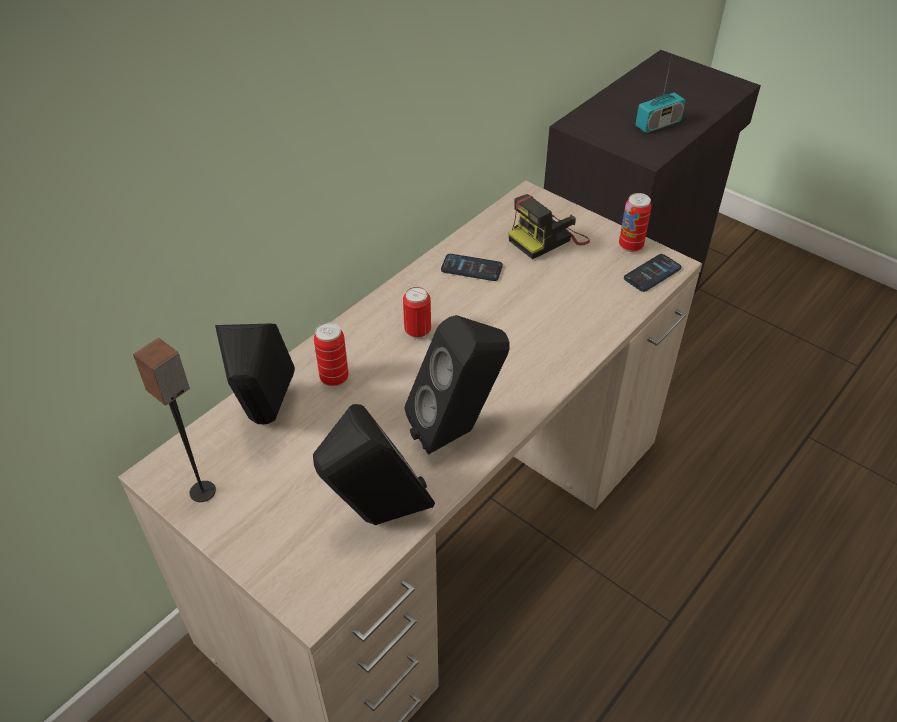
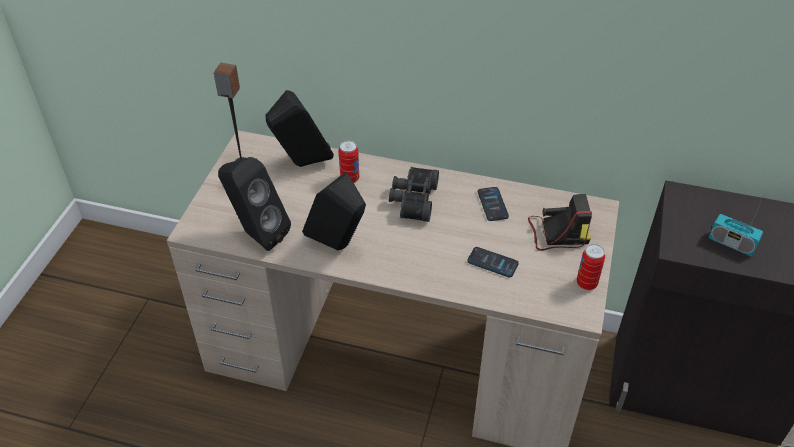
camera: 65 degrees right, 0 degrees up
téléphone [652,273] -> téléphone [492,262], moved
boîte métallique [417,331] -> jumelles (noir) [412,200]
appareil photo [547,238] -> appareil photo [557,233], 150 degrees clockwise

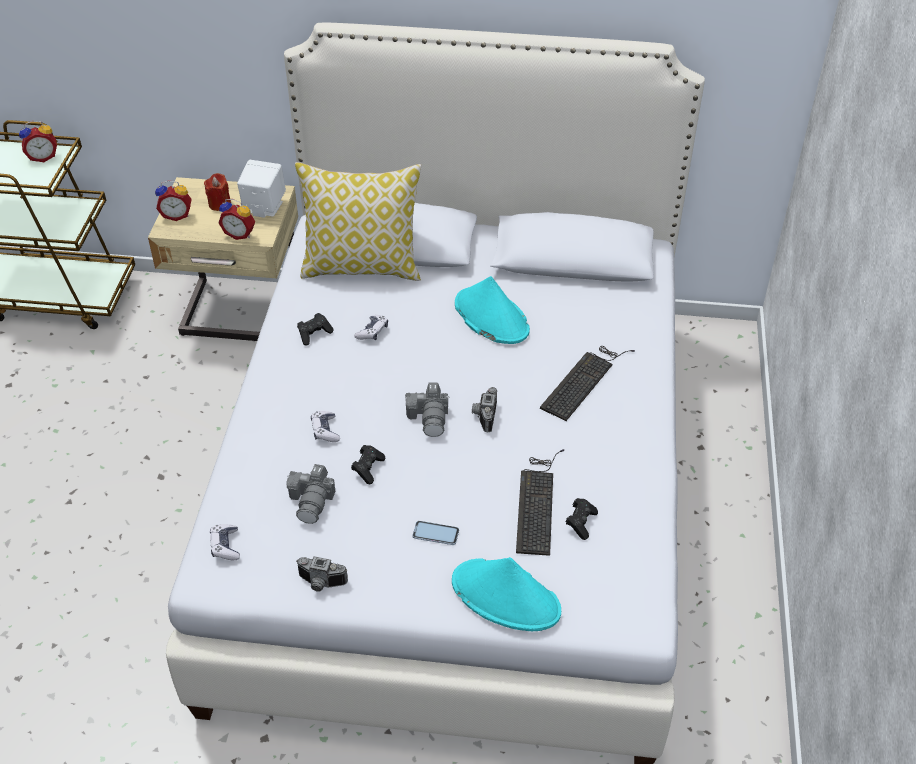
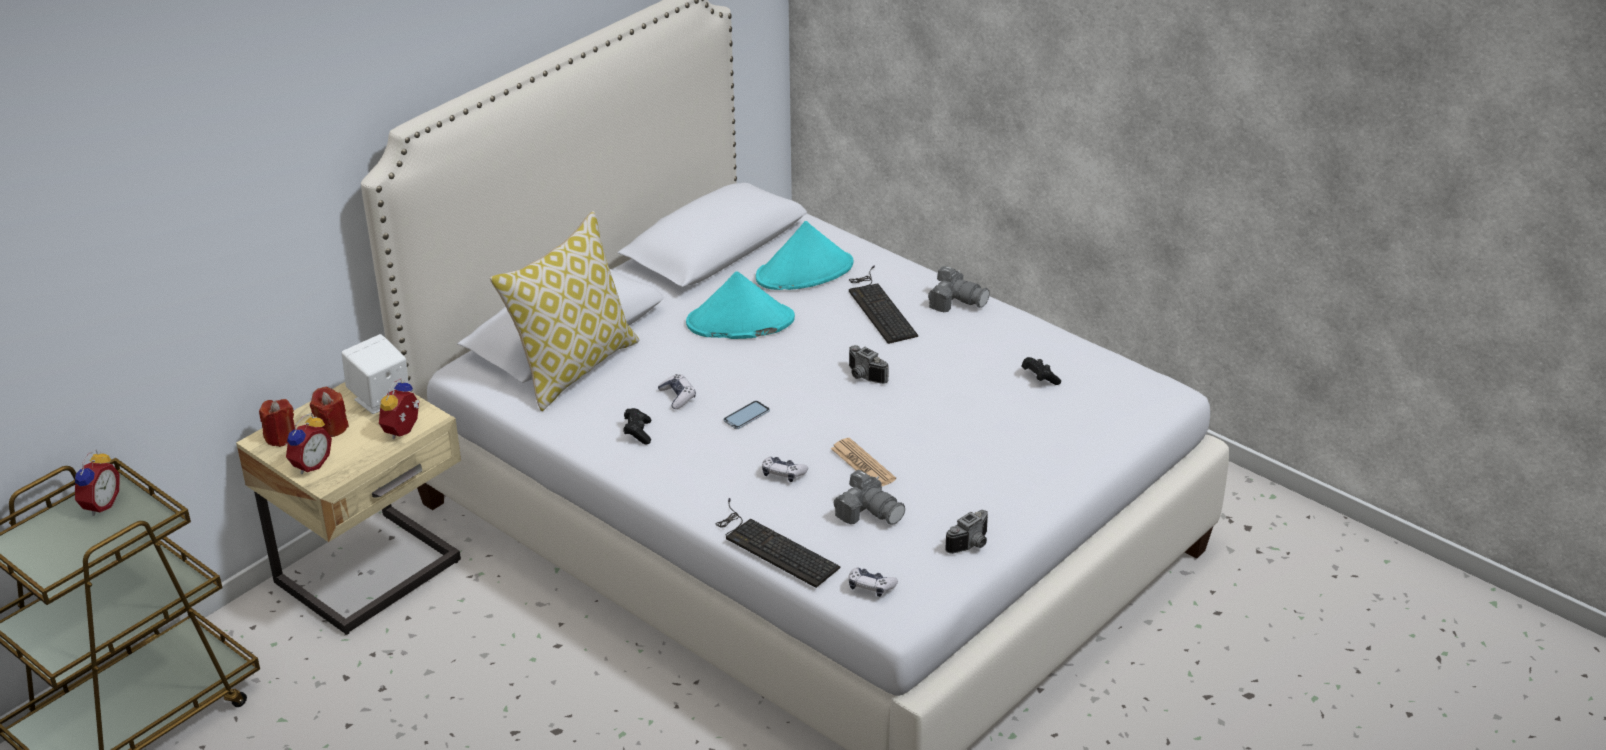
camera: 55 degrees left, 10 degrees down
none -> bougie (rouge) [280,437]
appareil photo [430,417] -> appareil photo [956,301], moved
téléphone [435,533] -> téléphone [746,416], moved
chapeau (turquoise) [506,596] -> chapeau (turquoise) [805,271], moved
clavier [537,502] -> clavier [772,546], moved
manette (noir) [368,468] -> journal [863,464]
réveil [240,234] -> réveil [404,431], 150 degrees clockwise

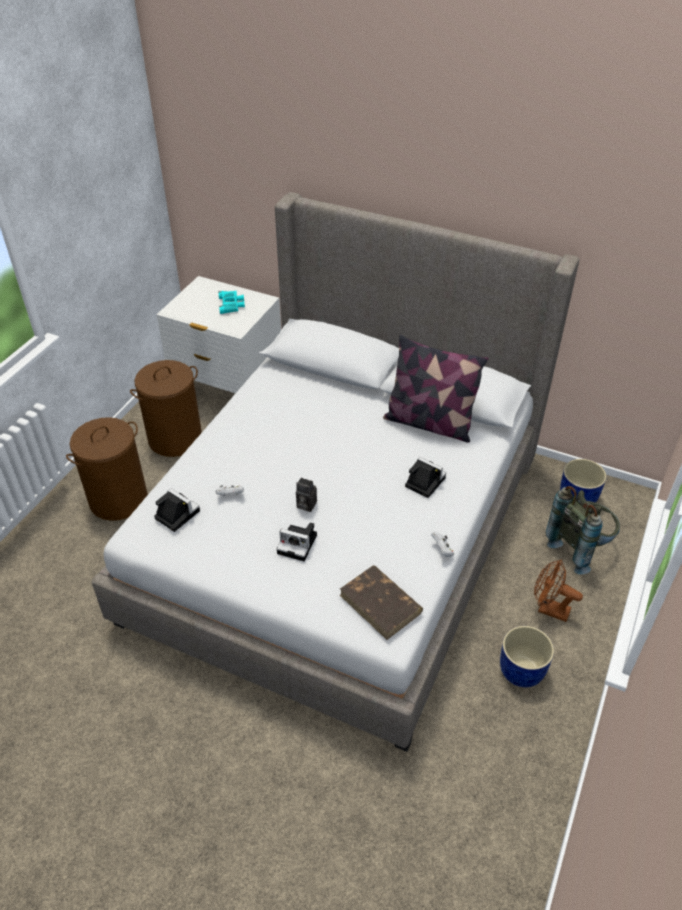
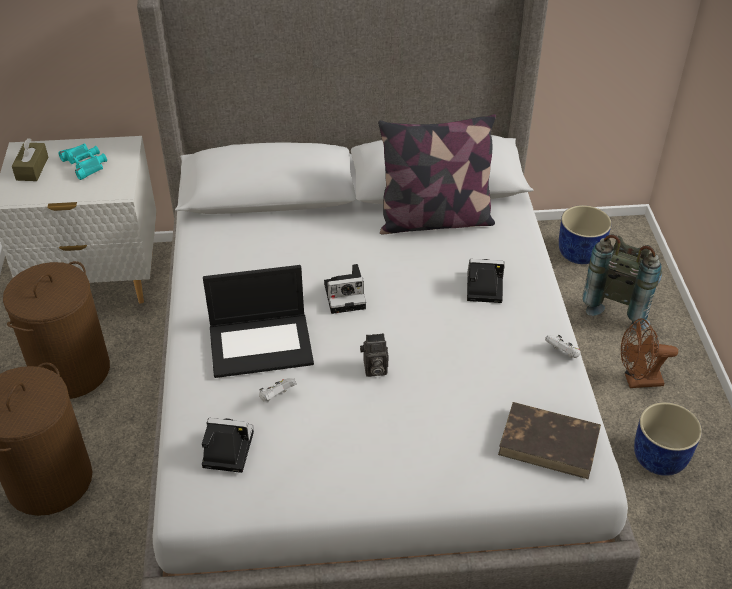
camera: 30 degrees left, 0 degrees up
none -> boîte à mouchoirs (marron) [32,168]
none -> ordinateur portable [262,344]
appareil photo [299,544] -> appareil photo [346,295], moved

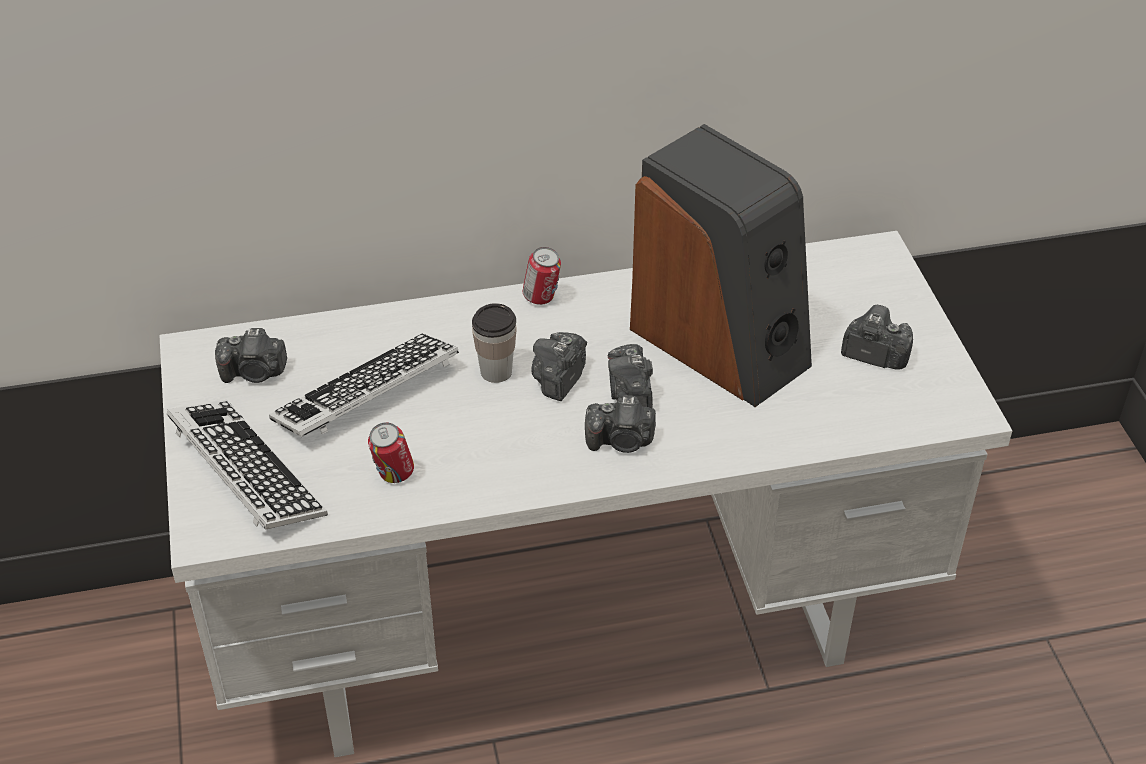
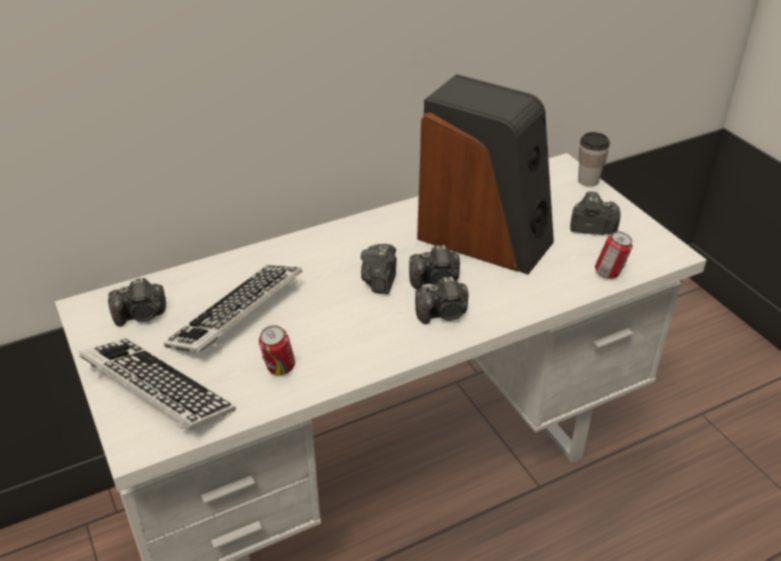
camera: 15 degrees left, 5 degrees down
tasse [496,371] -> tasse [588,181], moved
boîte métallique [541,299] -> boîte métallique [609,274], moved
appareil photo [630,394] -> appareil photo [436,281], 75 degrees counterclockwise

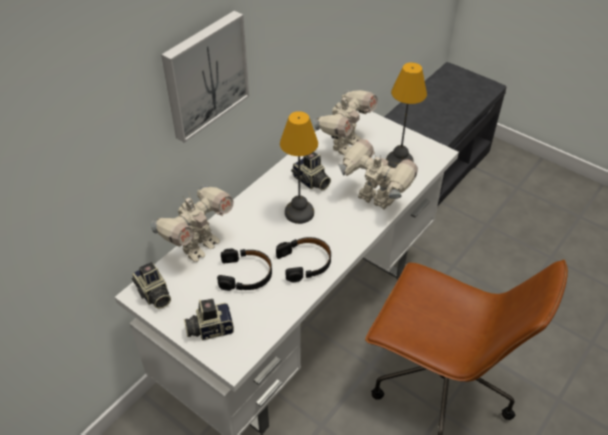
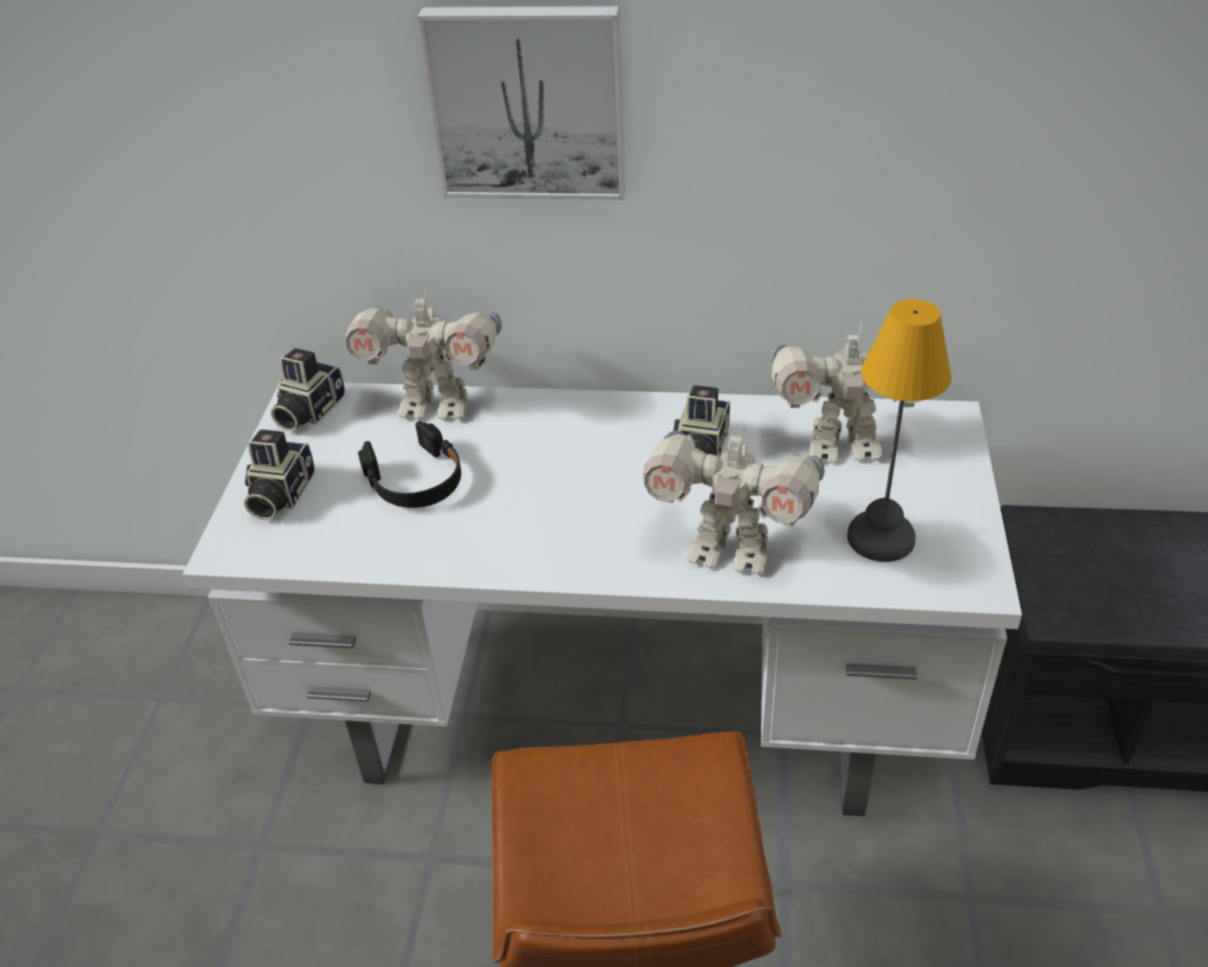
camera: 60 degrees right, 5 degrees down
casque audio (noir) [305,262] -> none
lampe de table [298,213] -> none
appareil photo [209,328] -> appareil photo [279,495], 120 degrees counterclockwise
robot jouet [374,201] -> robot jouet [730,551], 105 degrees clockwise

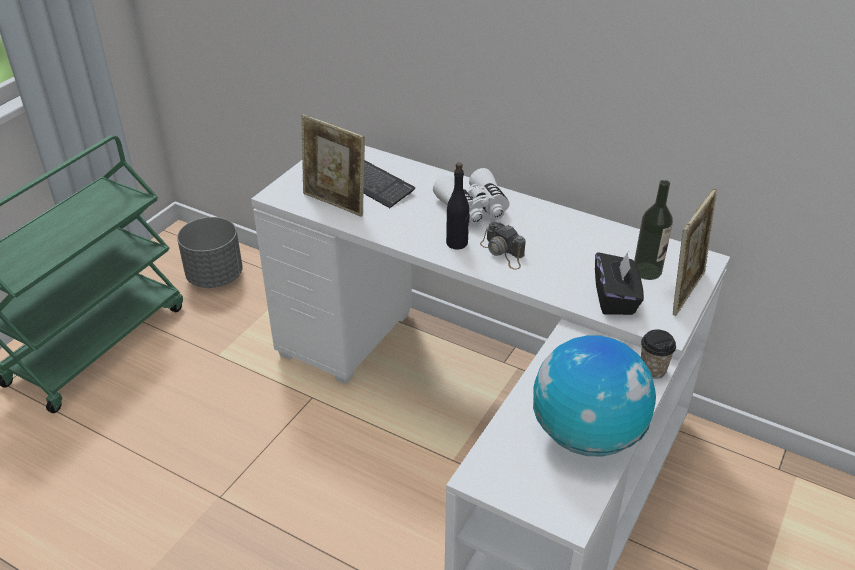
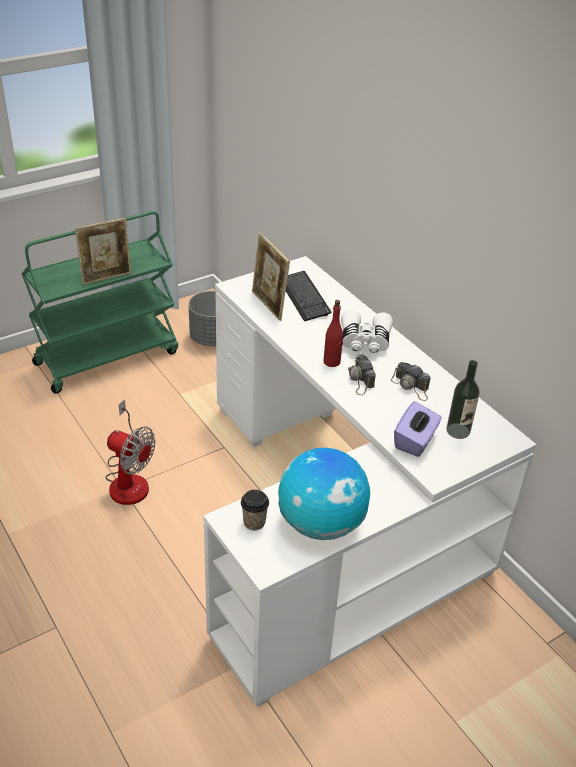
camera: 25 degrees right, 0 degrees up
none -> ventilateur [129,479]
none -> appareil photo [411,387]
tasse [652,370] -> tasse [254,522], moved
cadre photo [685,291] -> cadre photo [106,277], moved
bouteille (noir) [457,243] -> bouteille (rouge) [332,362]
boîte à mouchoirs (noir) [615,298] -> boîte à mouchoirs (violet) [415,441]

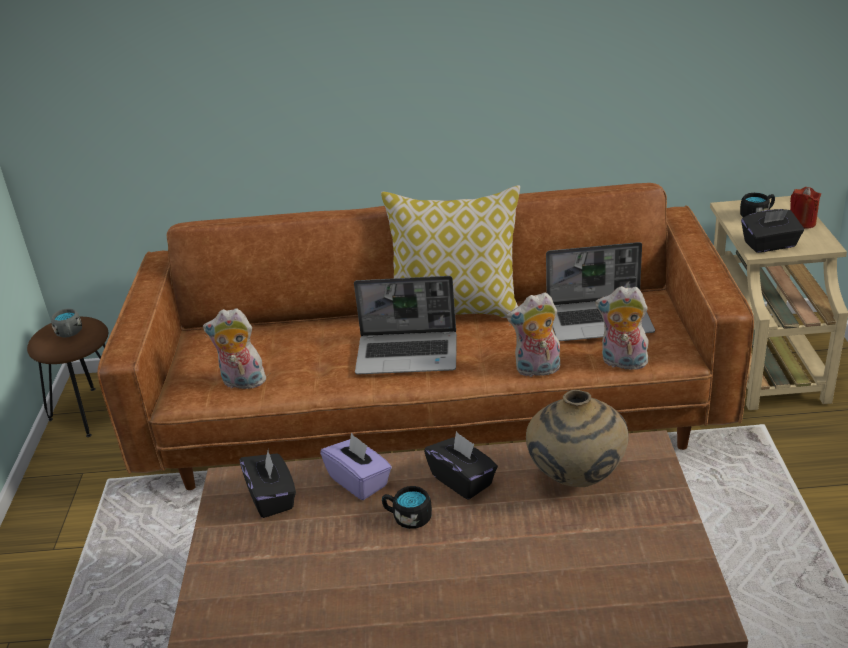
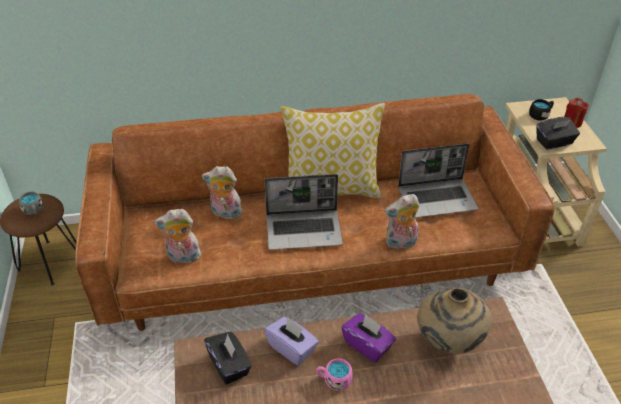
camera: 10 degrees left, 10 degrees up
peluche [622,363] -> peluche [225,213], moved
mug (noir) [407,517] -> mug (rose) [334,379]
boîte à mouchoirs (noir) [462,480] -> boîte à mouchoirs (violet) [367,345]

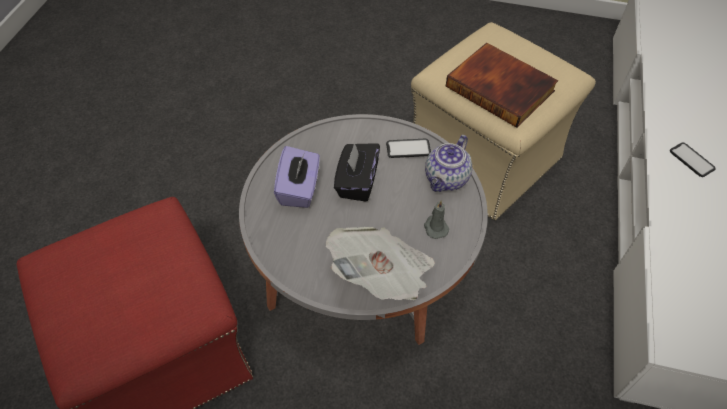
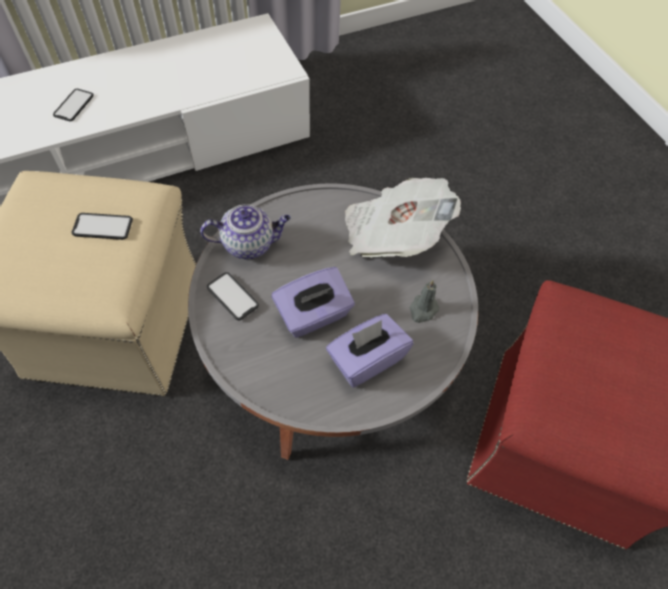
camera: 130 degrees left, 5 degrees up
bougie (gris) [435,227] -> bougie (gris) [423,310], moved
livre [501,88] -> téléphone [102,227]
boîte à mouchoirs (noir) [356,182] -> boîte à mouchoirs (violet) [313,315]

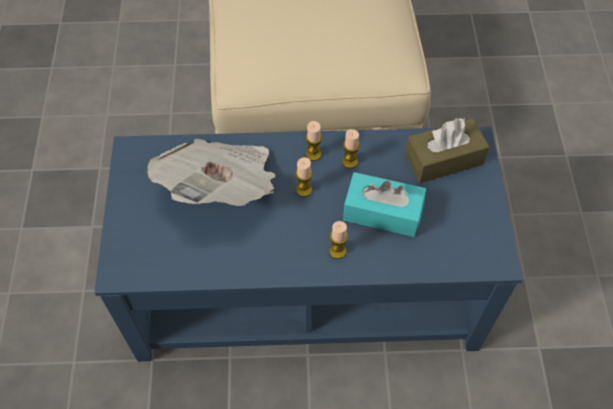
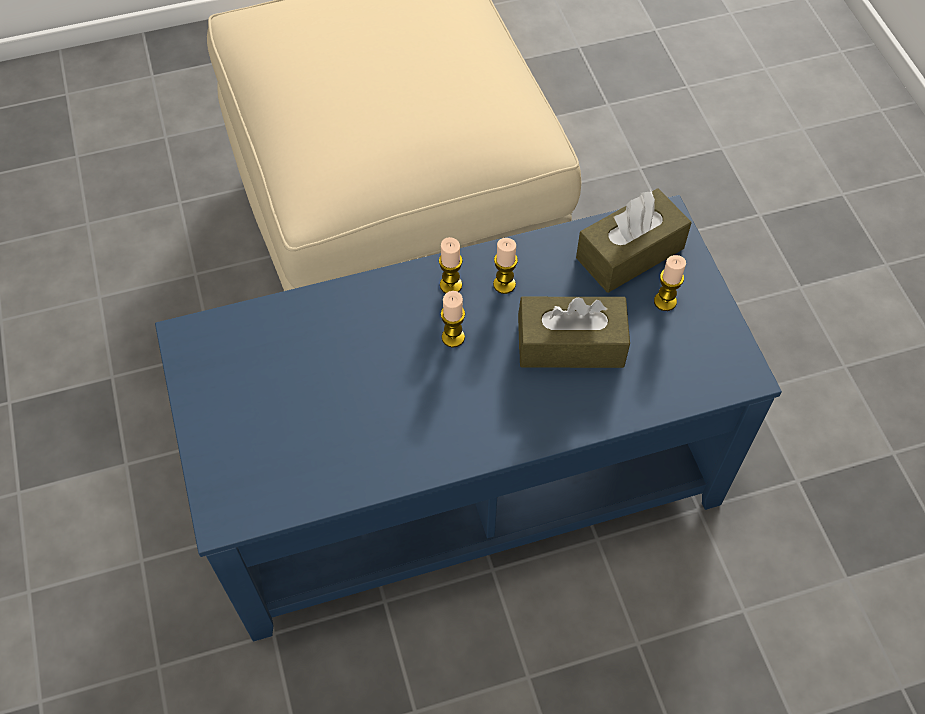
camera: 15 degrees left, 0 degrees up
journal [222,188] -> none
bougie [337,251] -> bougie [665,301], moved
boîte à mouchoirs (turquoise) [382,212] -> boîte à mouchoirs (marron) [570,344]

